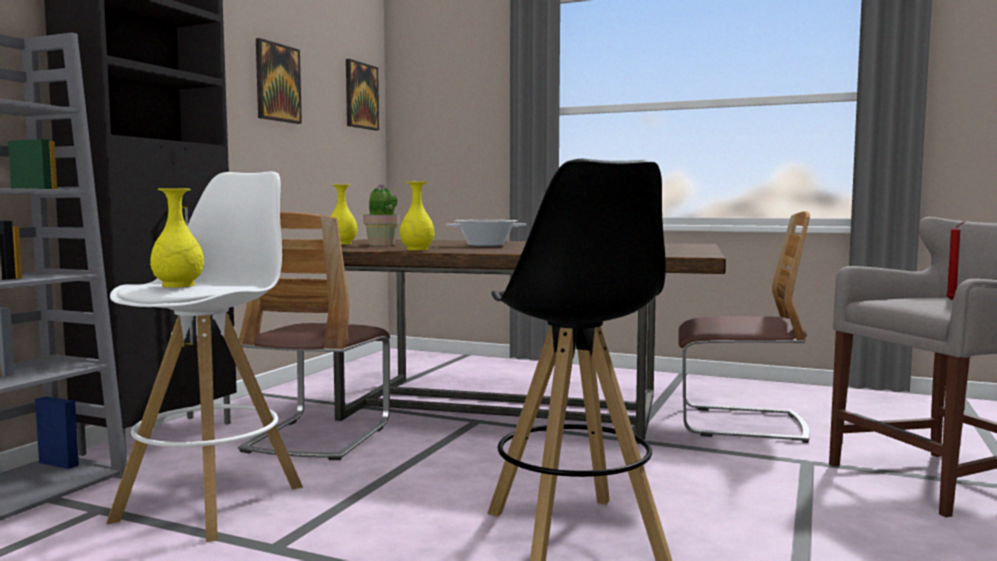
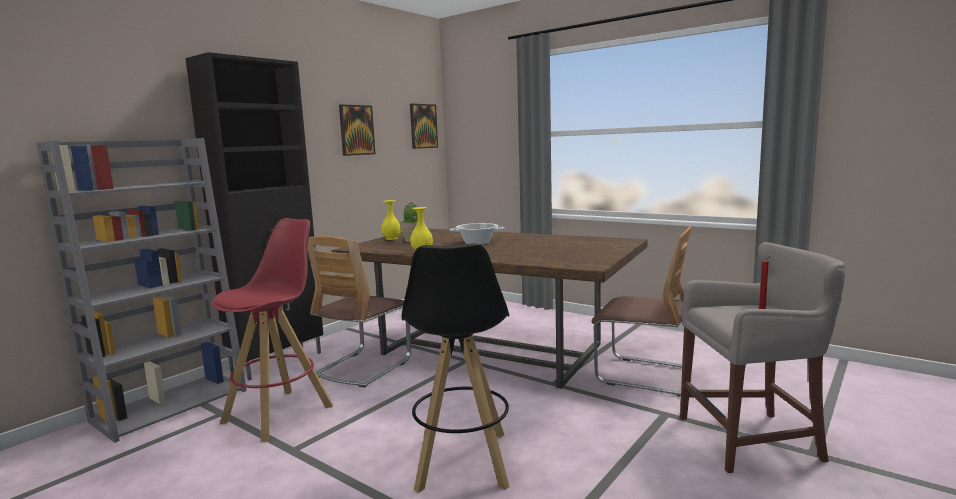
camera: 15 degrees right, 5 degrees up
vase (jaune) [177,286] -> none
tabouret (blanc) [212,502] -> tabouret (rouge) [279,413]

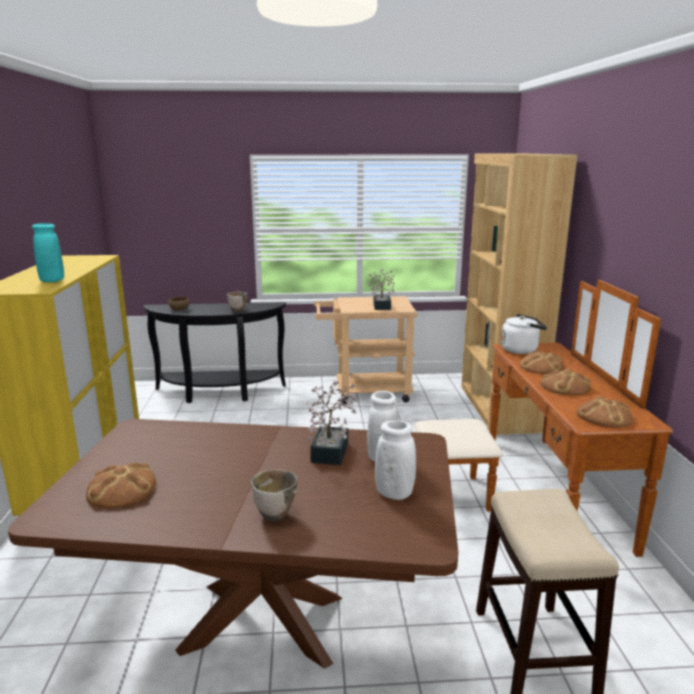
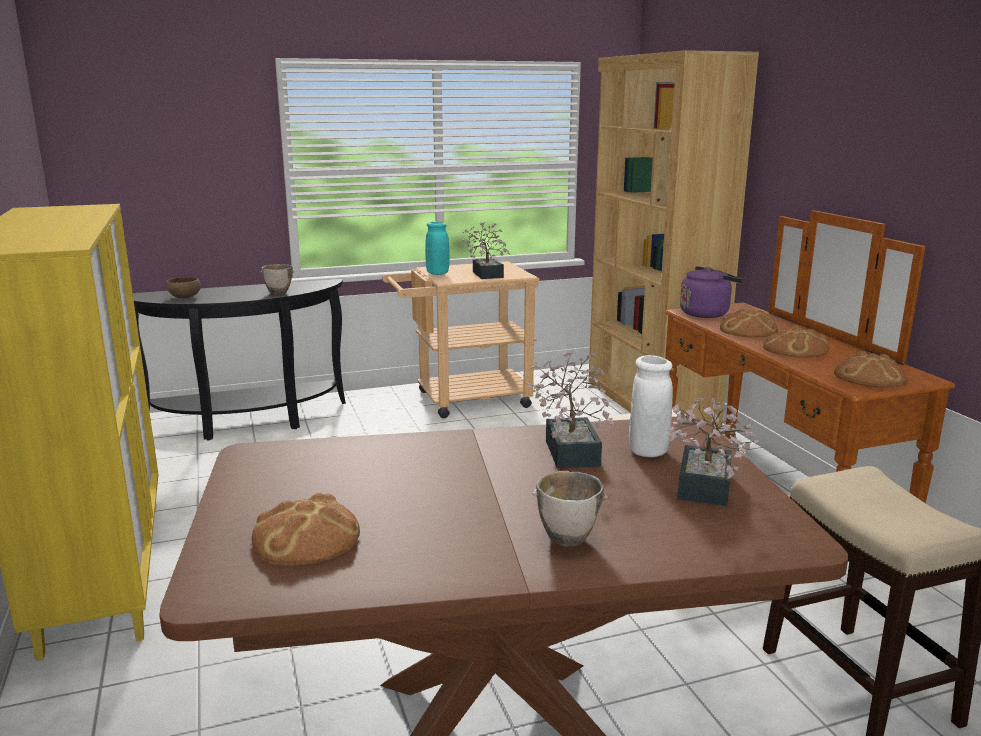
camera: 15 degrees left, 0 degrees up
vase (turquoise) [52,281] -> vase (turquoise) [437,273], moved
vase (blanc) [394,493] -> plante en pot [702,490]
bouilloire (blanc) [521,350] -> bouilloire (violet) [706,313]

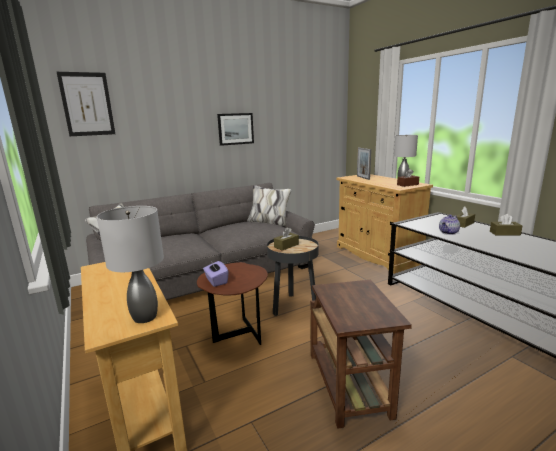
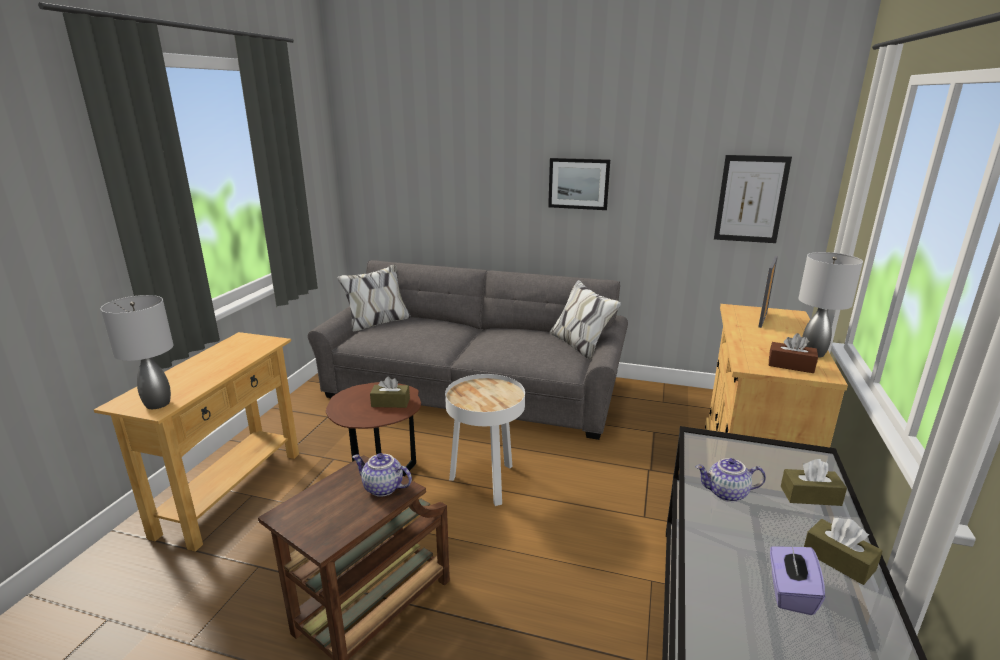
camera: 45 degrees right, 5 degrees up
none -> théière [382,488]
tableau [87,104] -> tableau [751,199], moved
boîte à mouchoirs (violet) [216,281] -> boîte à mouchoirs (violet) [790,592], moved
boîte à mouchoirs (marron) [286,246] -> boîte à mouchoirs (marron) [390,402], moved
table d'appoint (noir) [293,306] -> table d'appoint (blanc) [485,482]

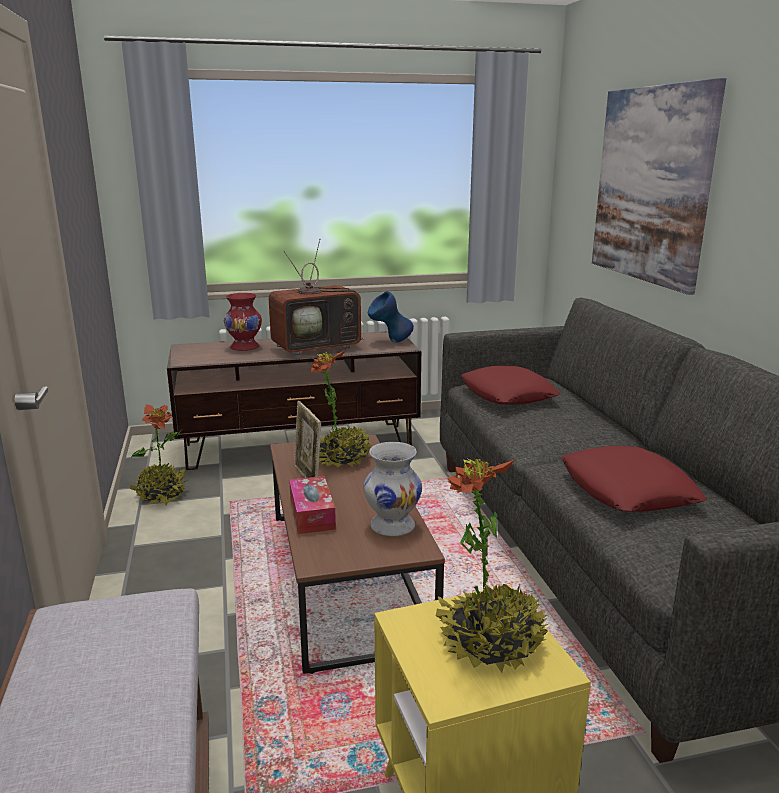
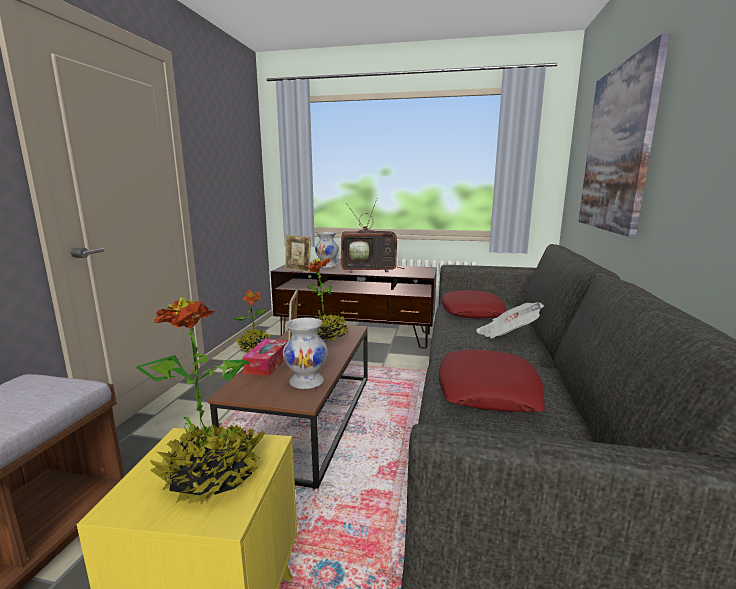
camera: 25 degrees right, 5 degrees down
vase (bleu) [390,342] -> none
none -> cadre photo [298,270]
none -> journal [507,335]
vase (rouge) [245,347] -> vase (blanc) [327,266]

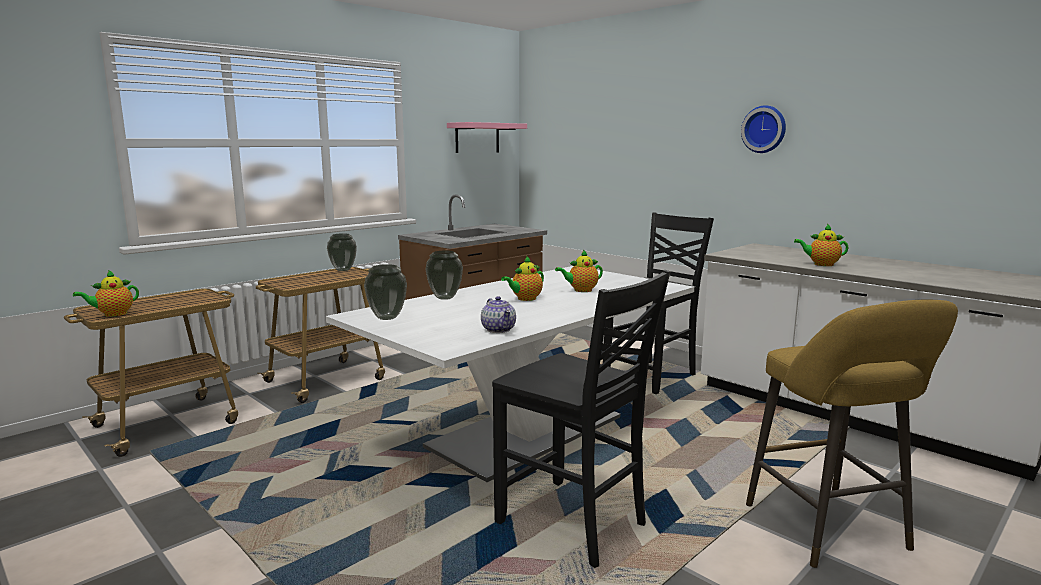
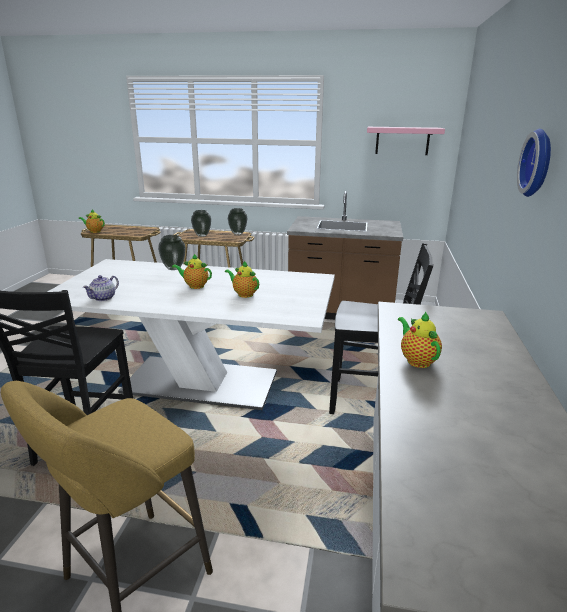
camera: 55 degrees right, 10 degrees up
vase [387,318] -> vase [202,235], moved

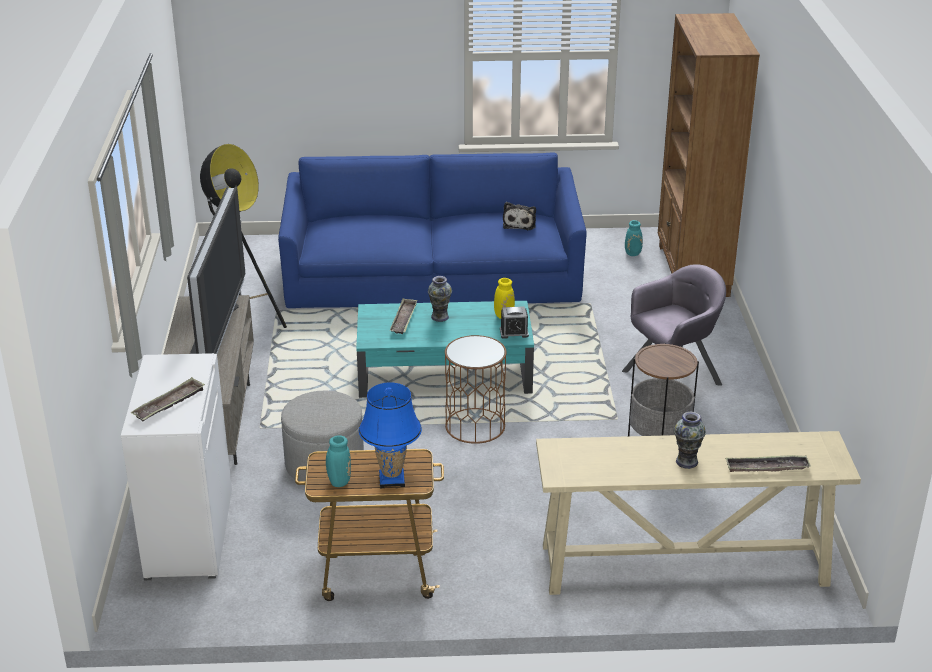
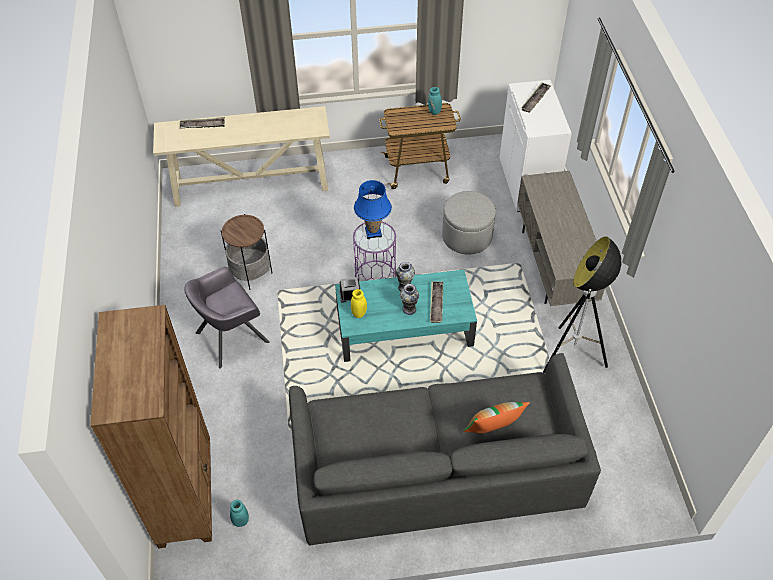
camera: 175 degrees right, 20 degrees up
téléviseur [214,338] -> none
peluche [519,223] -> none
none -> coussin [492,430]
lampe de table (bleu) [391,480] -> lampe de table (bleu) [373,232], moved
vase [687,462] -> vase [404,287], moved
canapé (bleu) [432,274] -> canapé (gris) [436,465]
table d'appoint (marron) [474,426] -> table d'appoint (violet) [375,276]

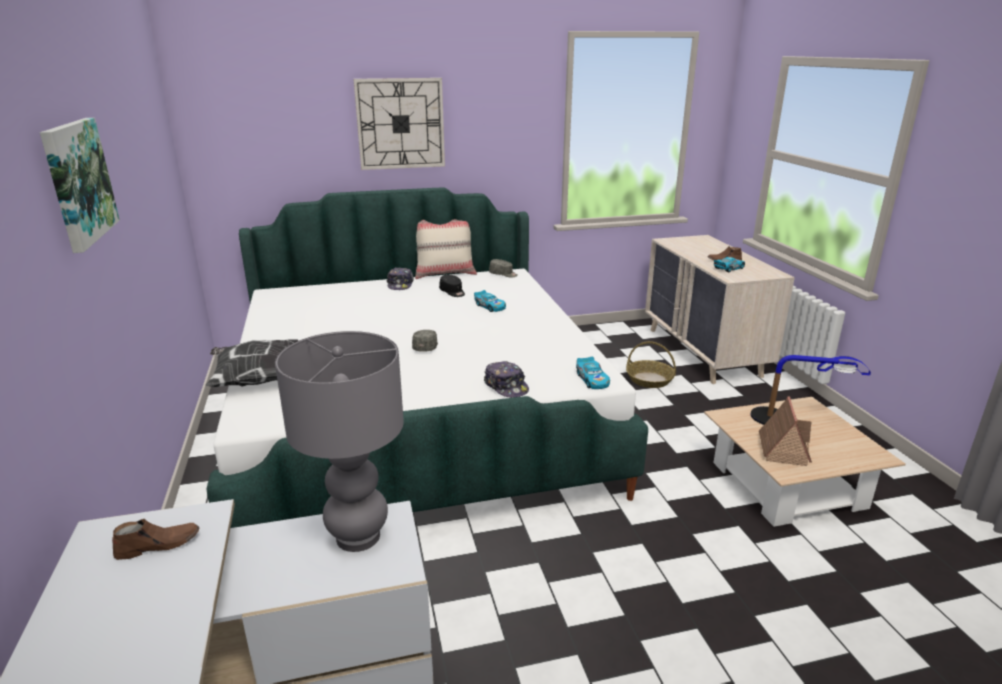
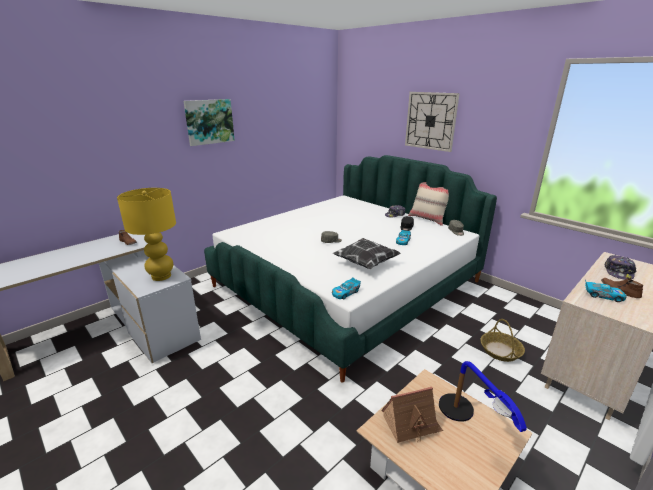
camera: 60 degrees right, 0 degrees up
coussin [256,380] -> coussin [365,263], moved
casquette [506,386] -> casquette [618,272], moved
lampe de table (gris) [358,536] -> lampe de table (jaune) [161,276]

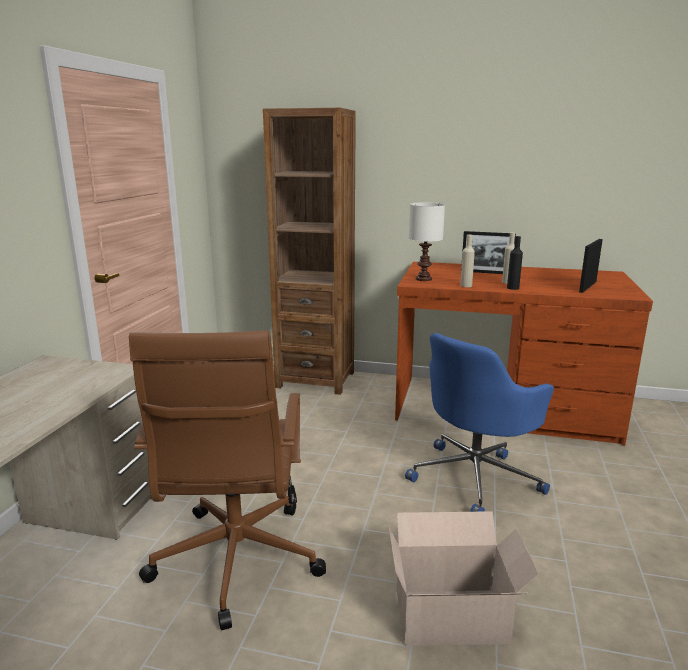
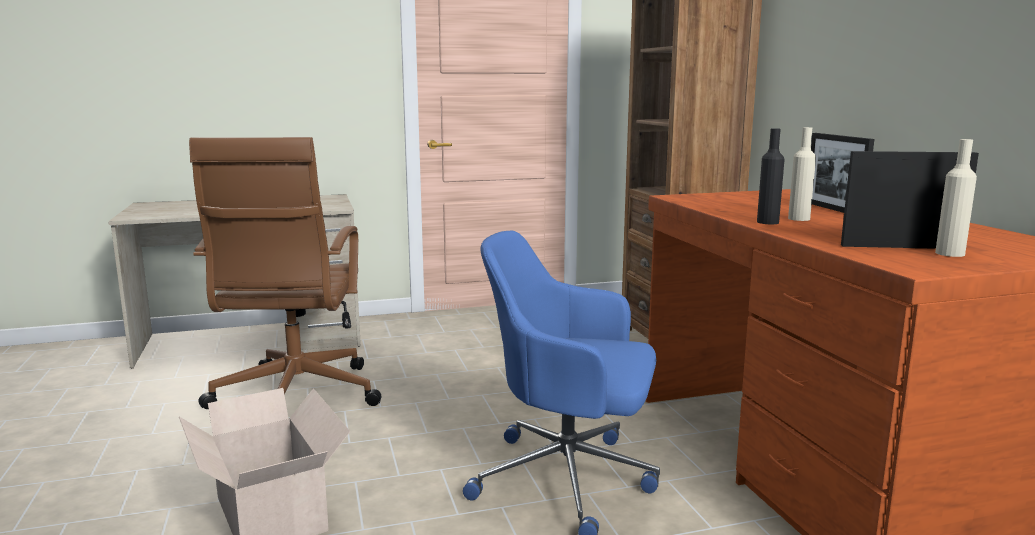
camera: 60 degrees right, 5 degrees down
lampe de table (blanc) [423,279] -> none
bouteille (beige) [466,285] -> bouteille (beige) [950,253], moved
chaise de bureau (marron) [235,563] -> chaise de bureau (marron) [294,398], 60 degrees counterclockwise

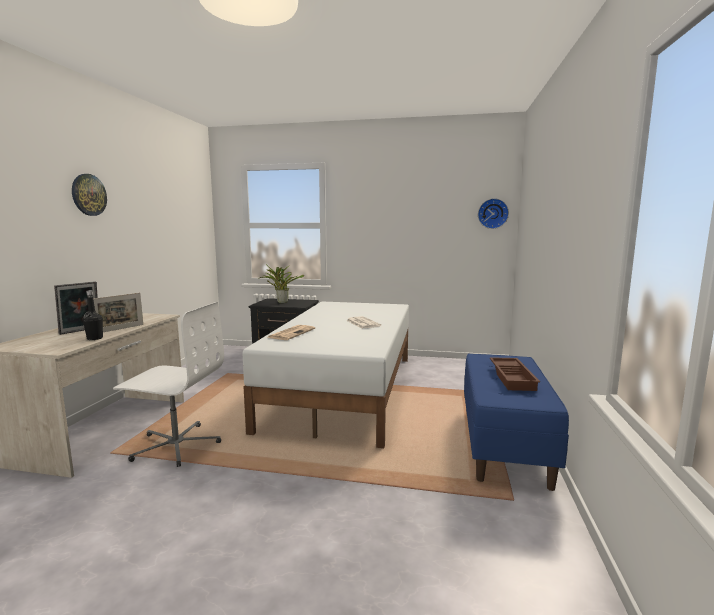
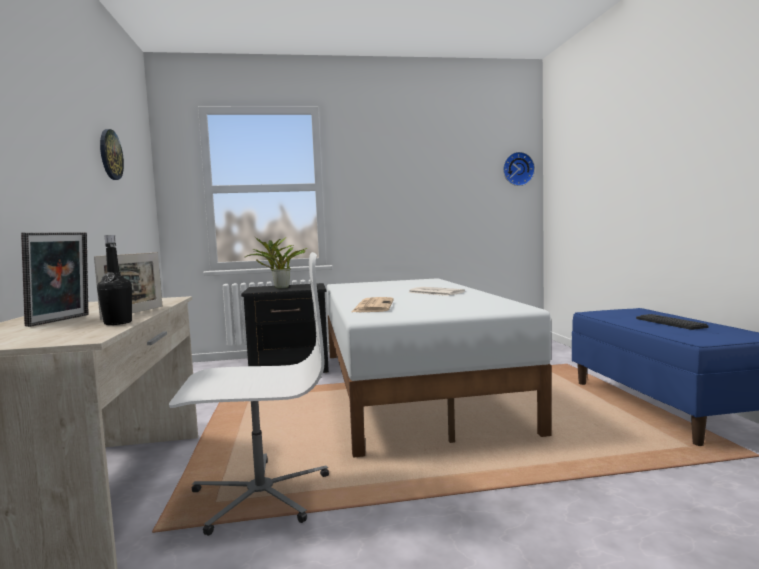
camera: 20 degrees left, 5 degrees down
horloge murale [88,195] -> horloge murale [110,154], moved
plateau (marron) [513,378] -> clavier [670,323]

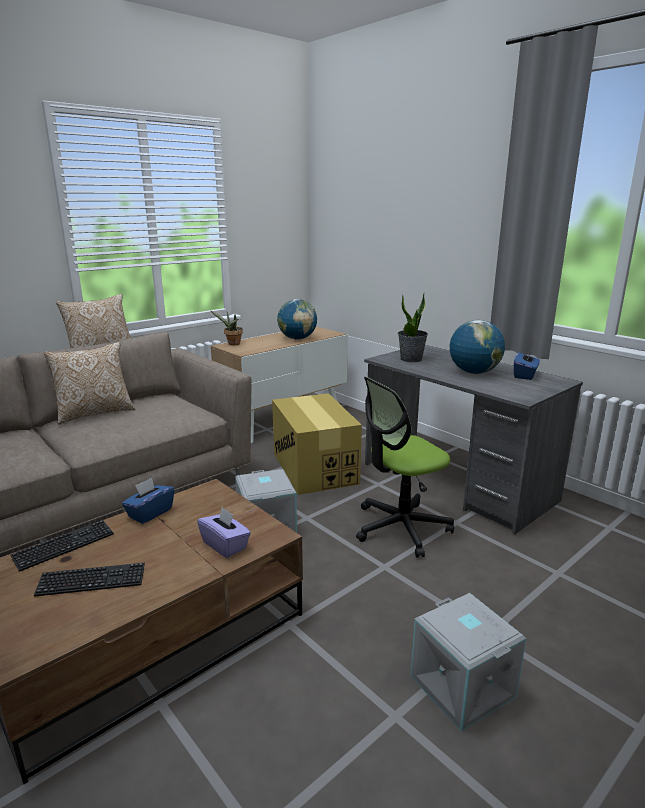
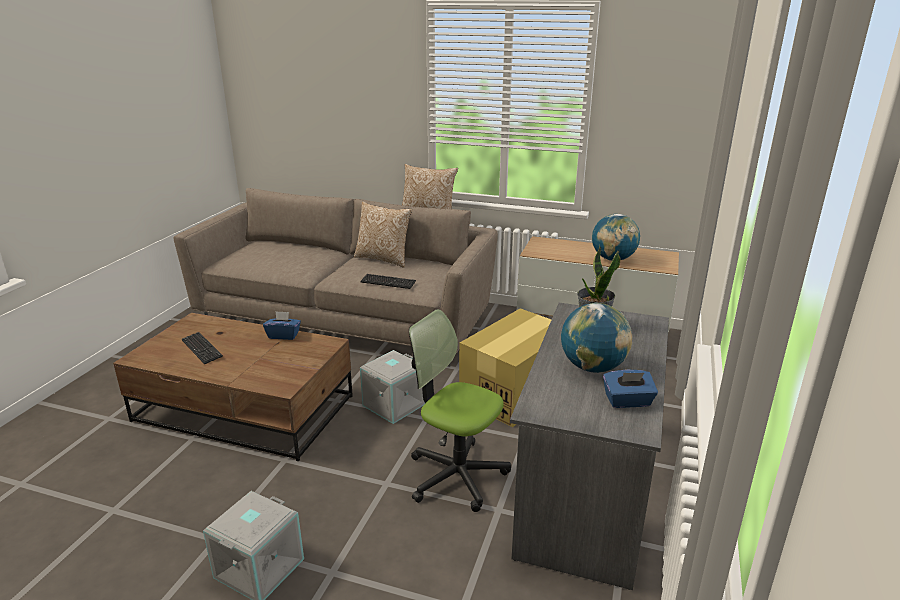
camera: 60 degrees right, 5 degrees up
boîte à mouchoirs (violet) [225,545] -> none
plante en pot [232,344] -> none
clavier [64,546] -> clavier [388,282], moved

